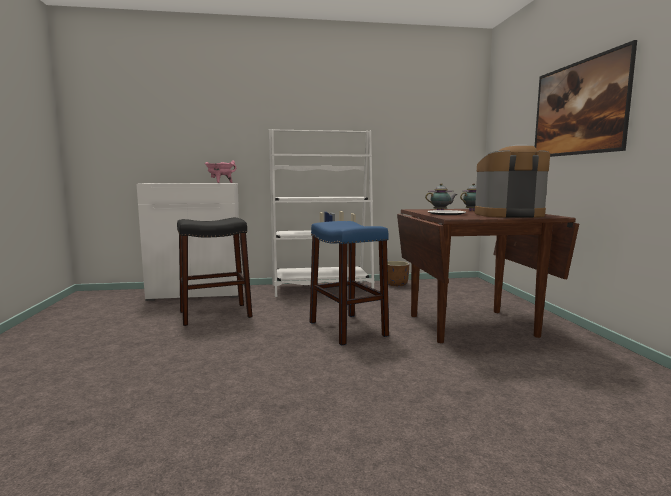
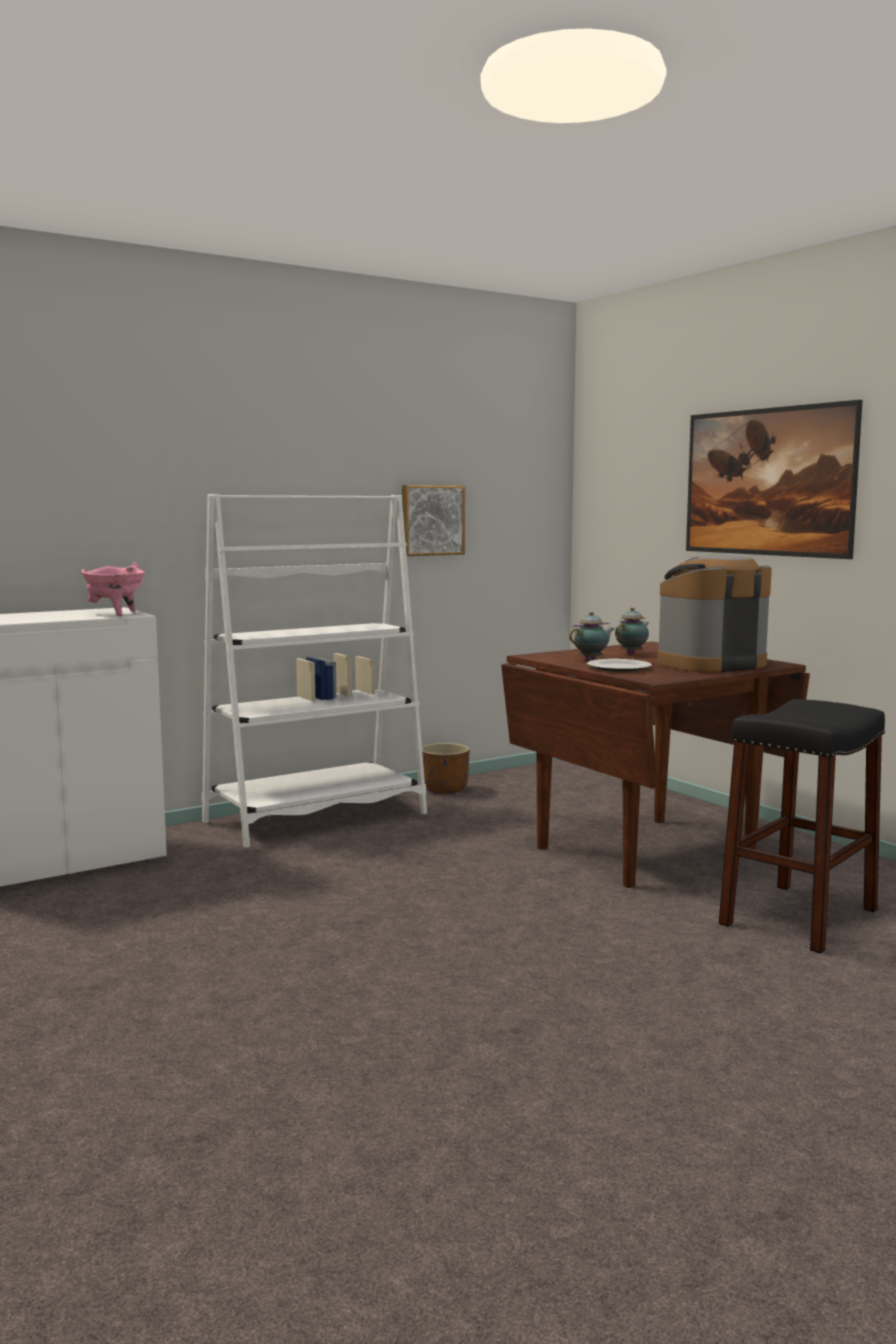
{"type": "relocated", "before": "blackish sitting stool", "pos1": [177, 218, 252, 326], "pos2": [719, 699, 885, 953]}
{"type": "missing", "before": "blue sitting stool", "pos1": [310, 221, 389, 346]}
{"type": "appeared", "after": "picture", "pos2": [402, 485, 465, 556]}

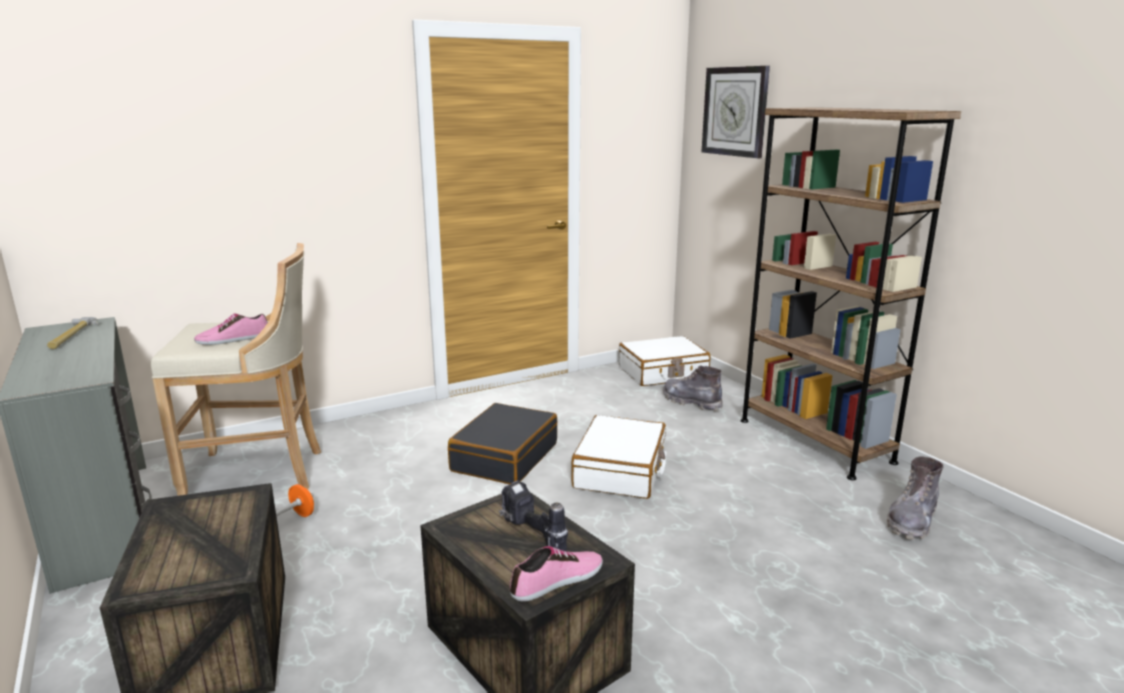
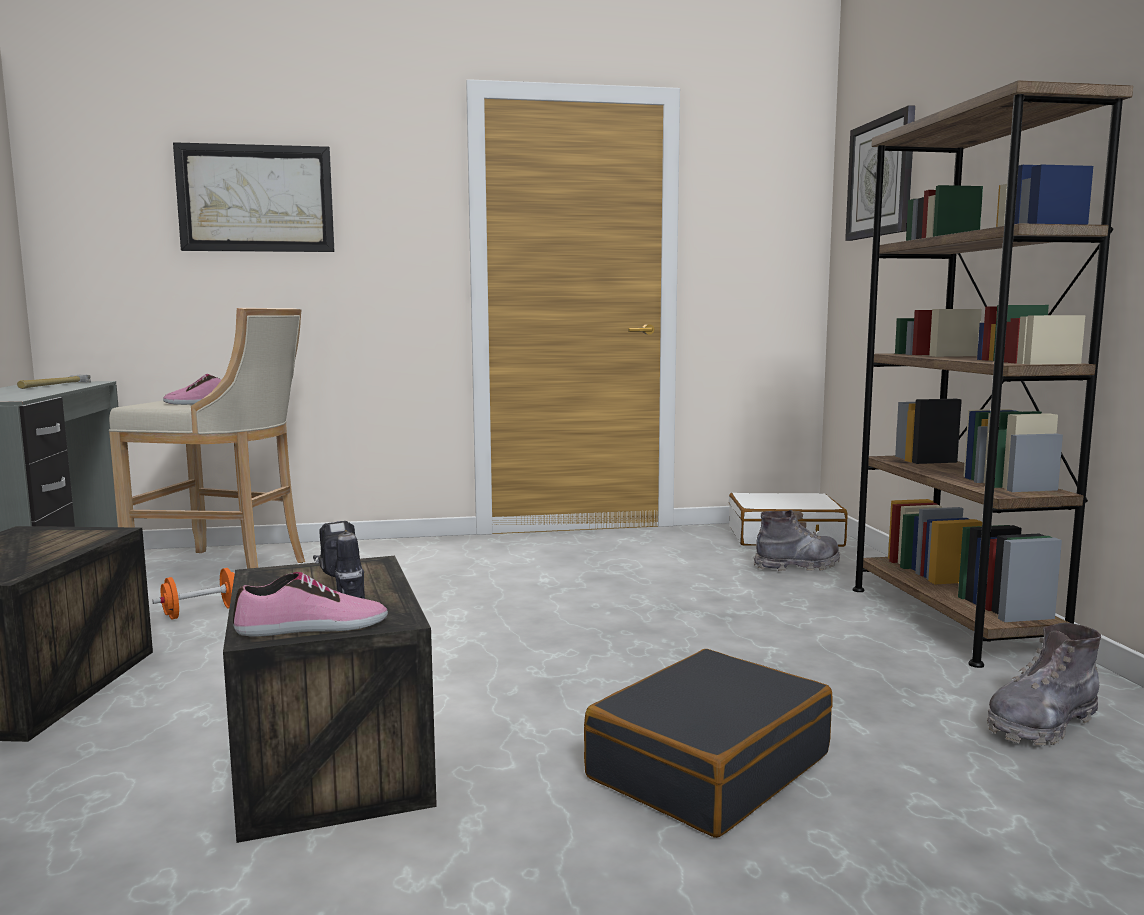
{"type": "spun", "before": "gray boot", "pos1": [662, 365, 723, 411], "pos2": [753, 510, 840, 571], "turn": 105}
{"type": "relocated", "before": "blackish travel case", "pos1": [448, 403, 557, 484], "pos2": [584, 649, 833, 838]}
{"type": "missing", "before": "white-coloured travel case", "pos1": [571, 415, 666, 499]}
{"type": "appeared", "after": "picture", "pos2": [173, 142, 335, 252]}

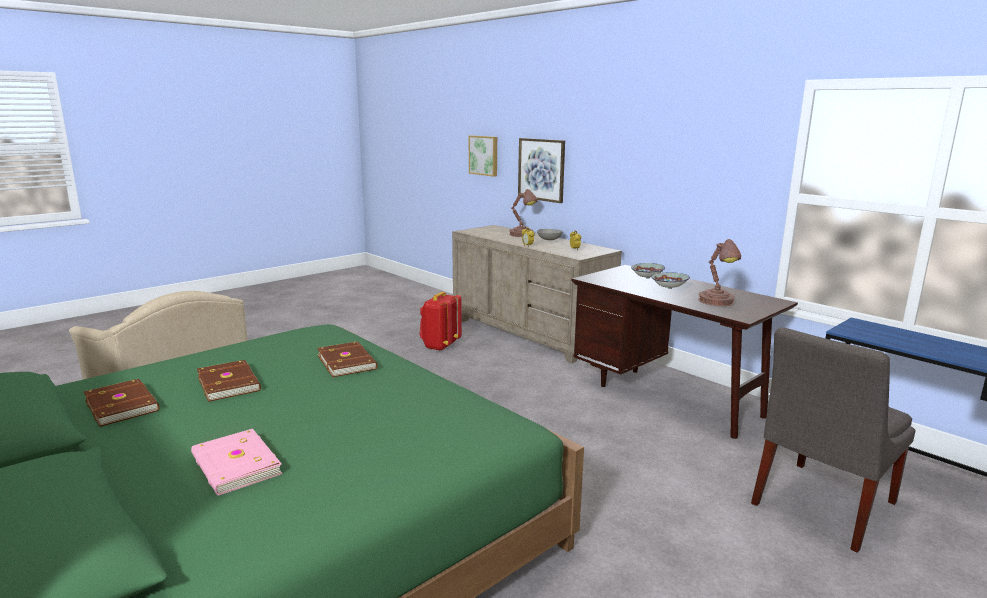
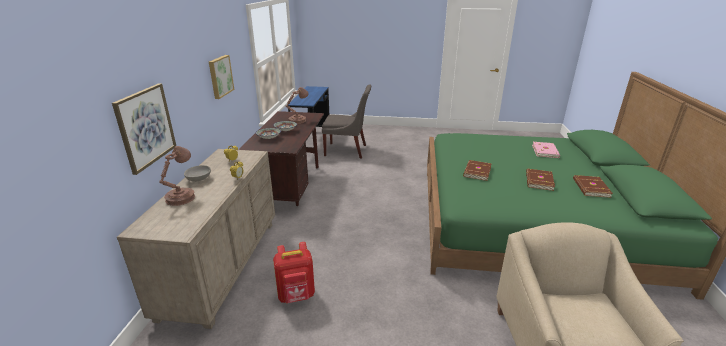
{"type": "relocated", "before": "picture", "pos1": [469, 136, 497, 177], "pos2": [209, 55, 234, 99]}

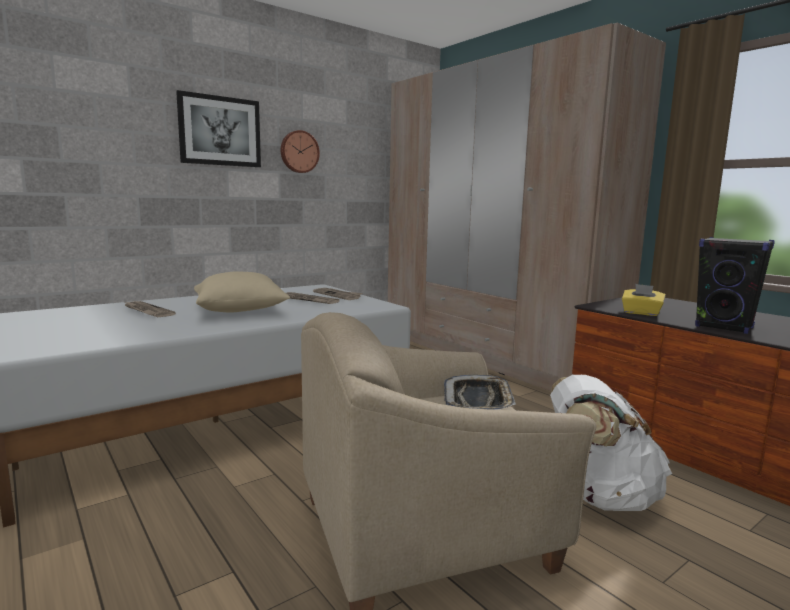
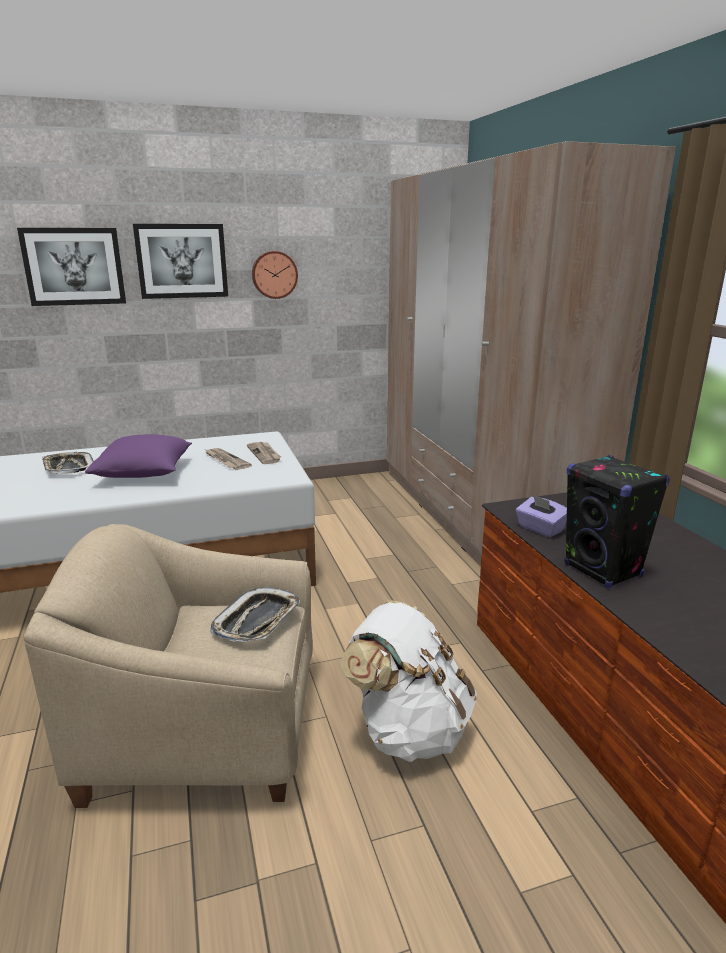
{"type": "colour", "before": "sand-coloured throw pillow", "after": "purple throw pillow", "pos1": [194, 271, 290, 313], "pos2": [85, 434, 192, 478]}
{"type": "colour", "before": "yellow tissue holder", "after": "purple tissue holder", "pos1": [622, 284, 665, 316], "pos2": [516, 494, 567, 537]}
{"type": "exchanged", "before": "daily paper", "after": "serving tray", "pos1": [125, 301, 176, 317], "pos2": [42, 452, 94, 474]}
{"type": "appeared", "after": "picture", "pos2": [17, 228, 126, 306]}

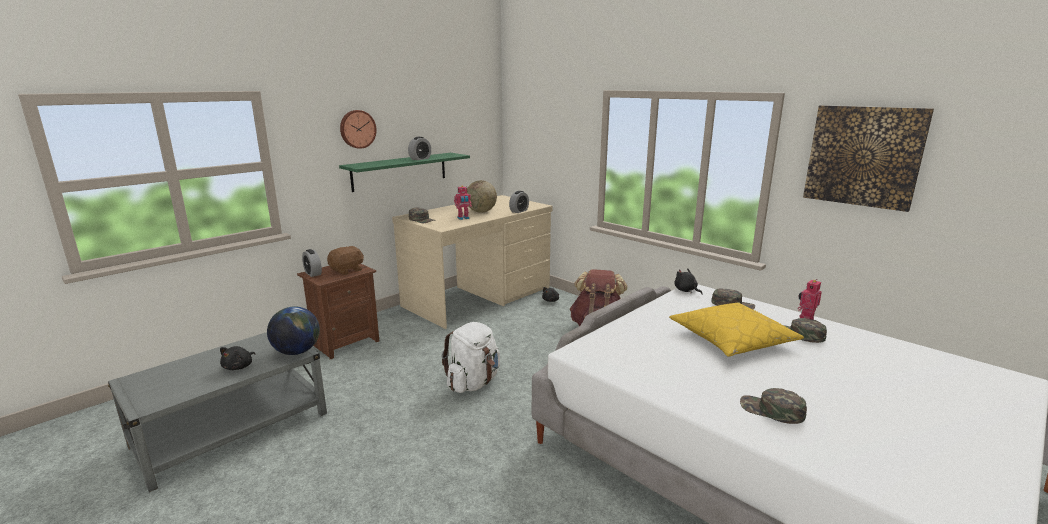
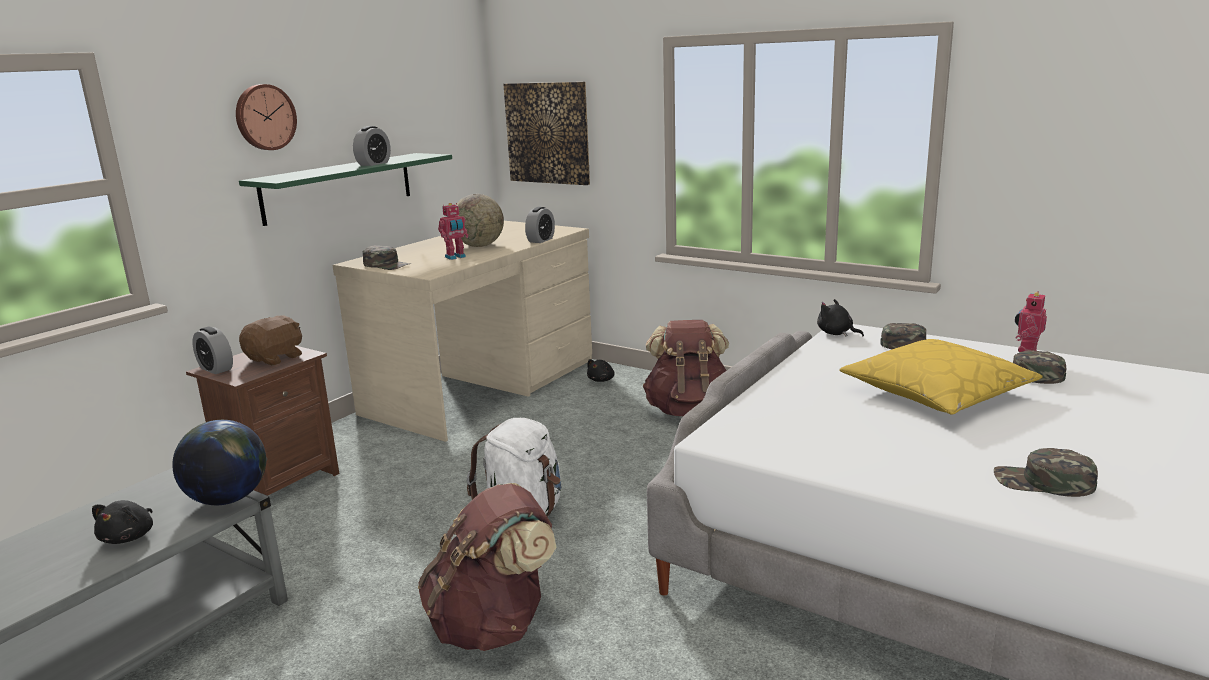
{"type": "relocated", "before": "picture", "pos1": [803, 105, 934, 212], "pos2": [503, 82, 590, 185]}
{"type": "appeared", "after": "brown-coloured knapsack", "pos2": [418, 483, 557, 651]}

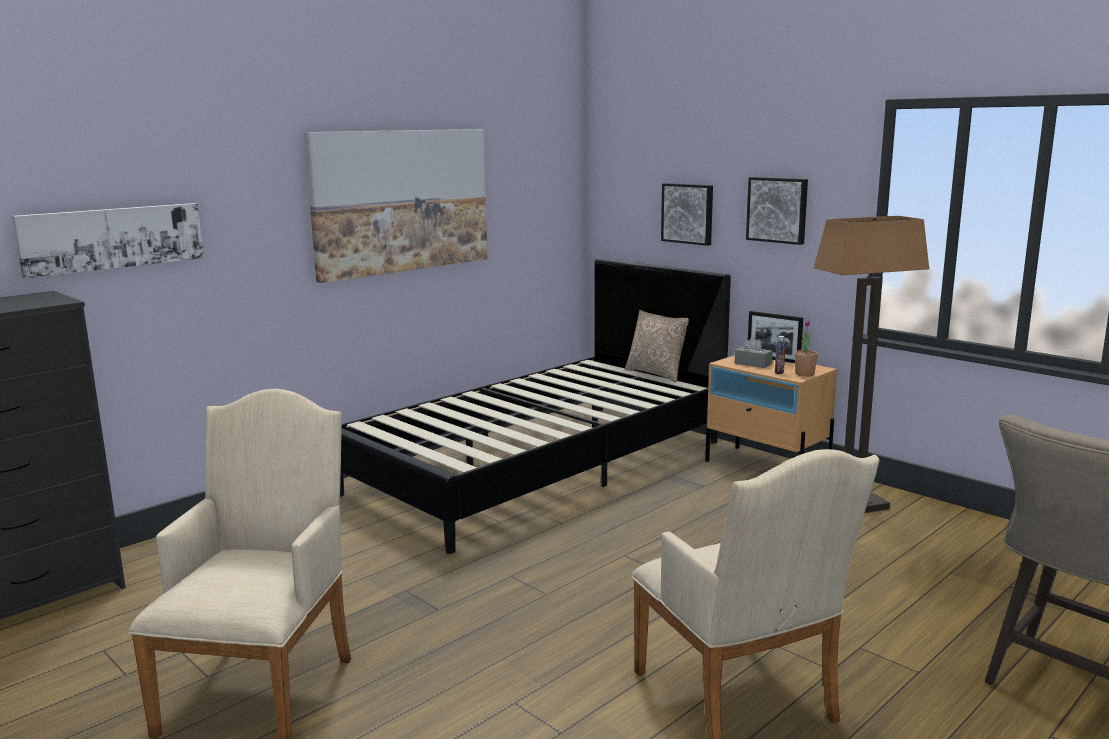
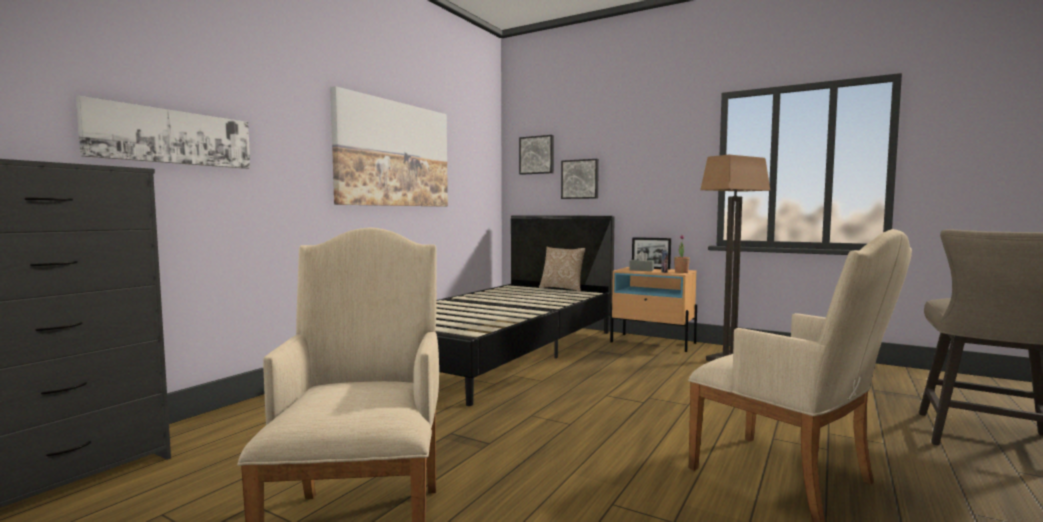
{"type": "relocated", "before": "picture", "pos1": [746, 177, 808, 245], "pos2": [519, 135, 554, 175]}

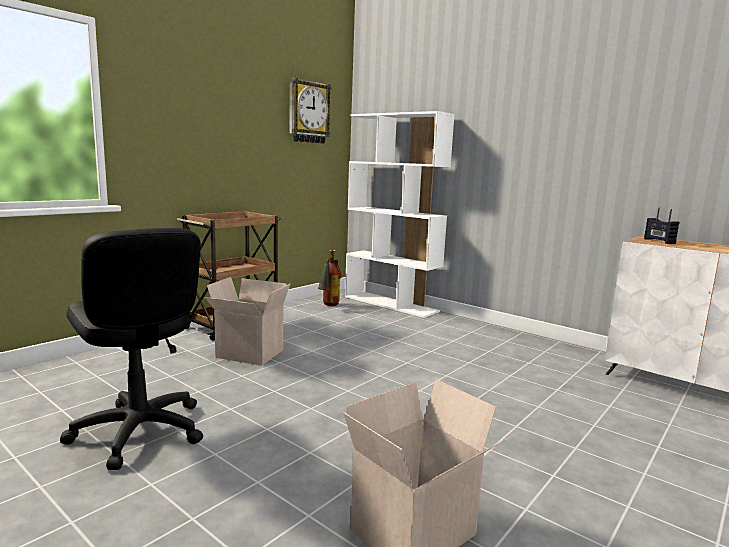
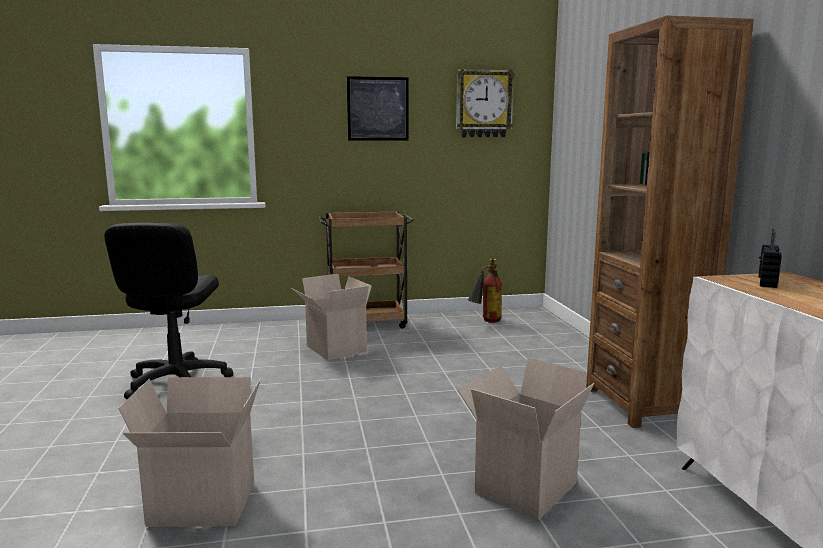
{"type": "missing", "before": "white-coloured shelving unit", "pos1": [345, 111, 455, 318]}
{"type": "appeared", "after": "brown-coloured shelving unit", "pos2": [586, 15, 753, 428]}
{"type": "appeared", "after": "picture", "pos2": [347, 76, 408, 141]}
{"type": "appeared", "after": "packing box", "pos2": [457, 358, 594, 520]}

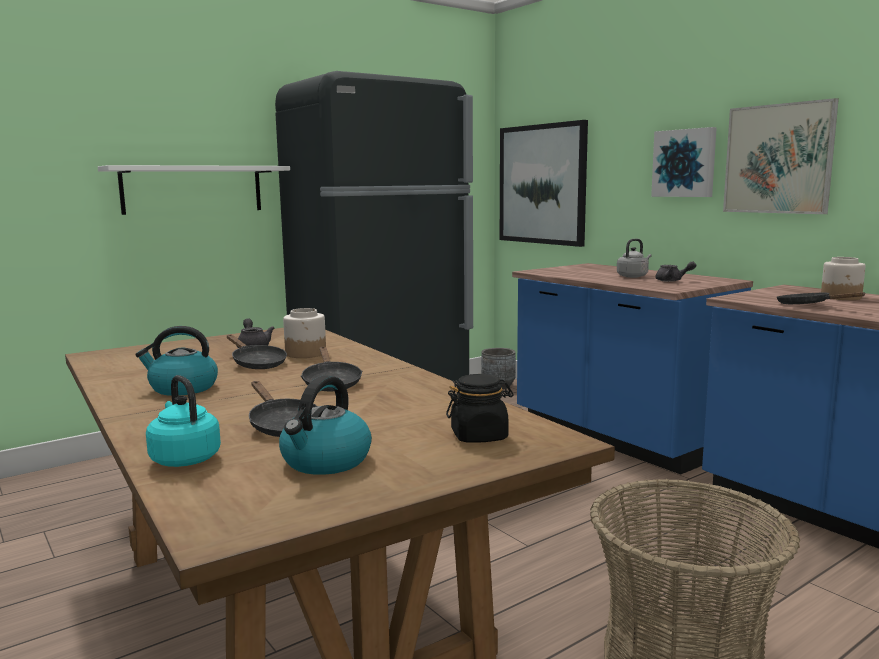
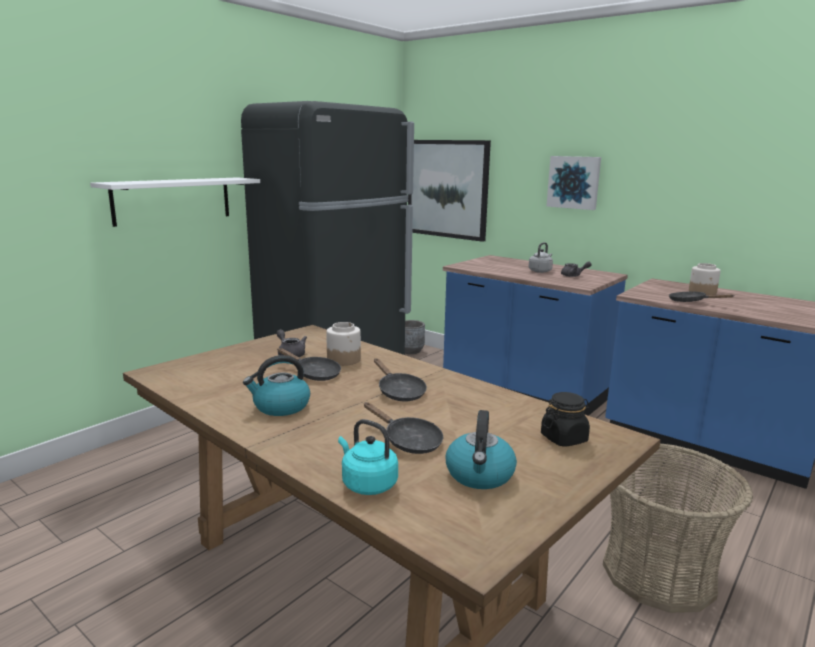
{"type": "missing", "before": "picture", "pos1": [723, 98, 839, 214]}

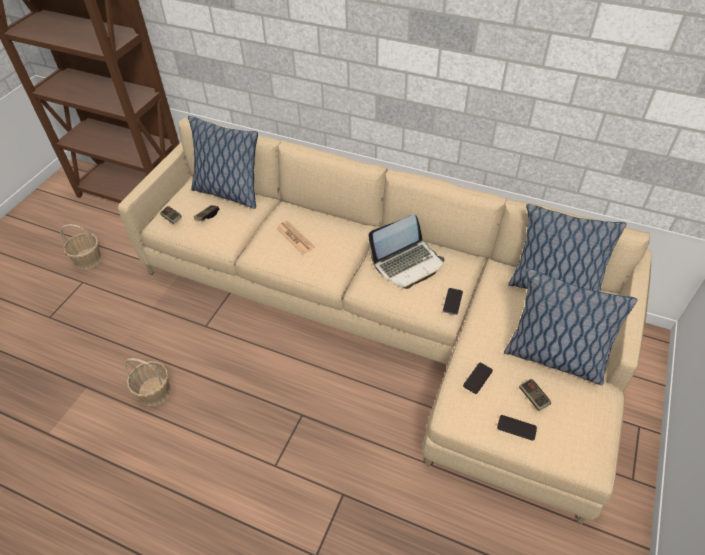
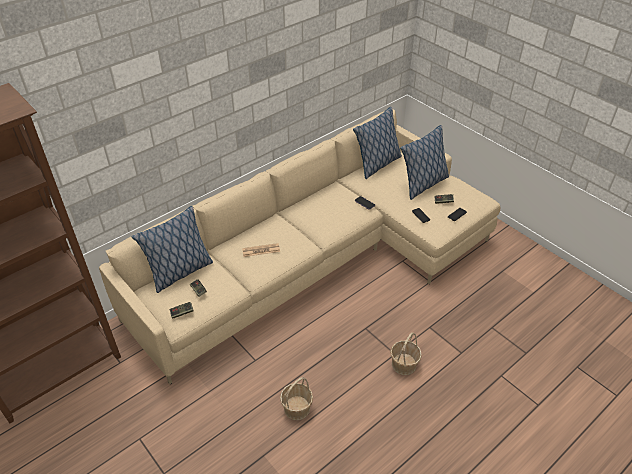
{"type": "missing", "before": "laptop", "pos1": [368, 214, 444, 289]}
{"type": "relocated", "before": "basket", "pos1": [60, 224, 102, 270], "pos2": [390, 332, 422, 375]}

